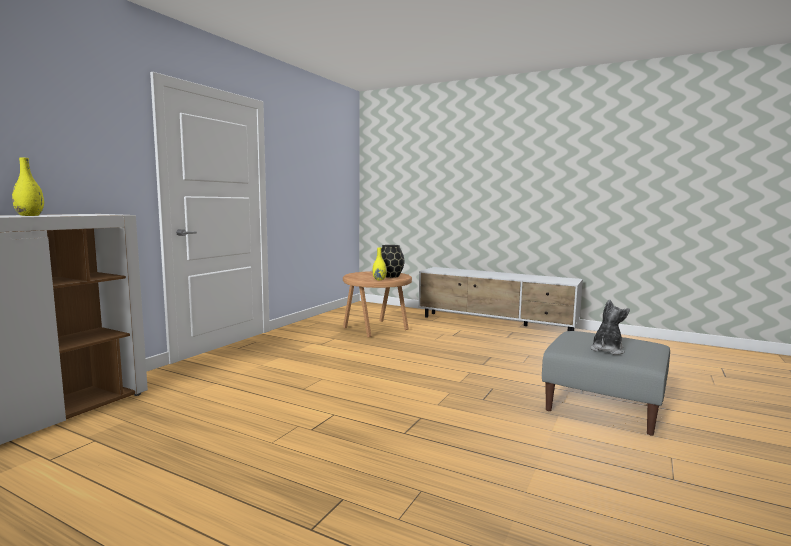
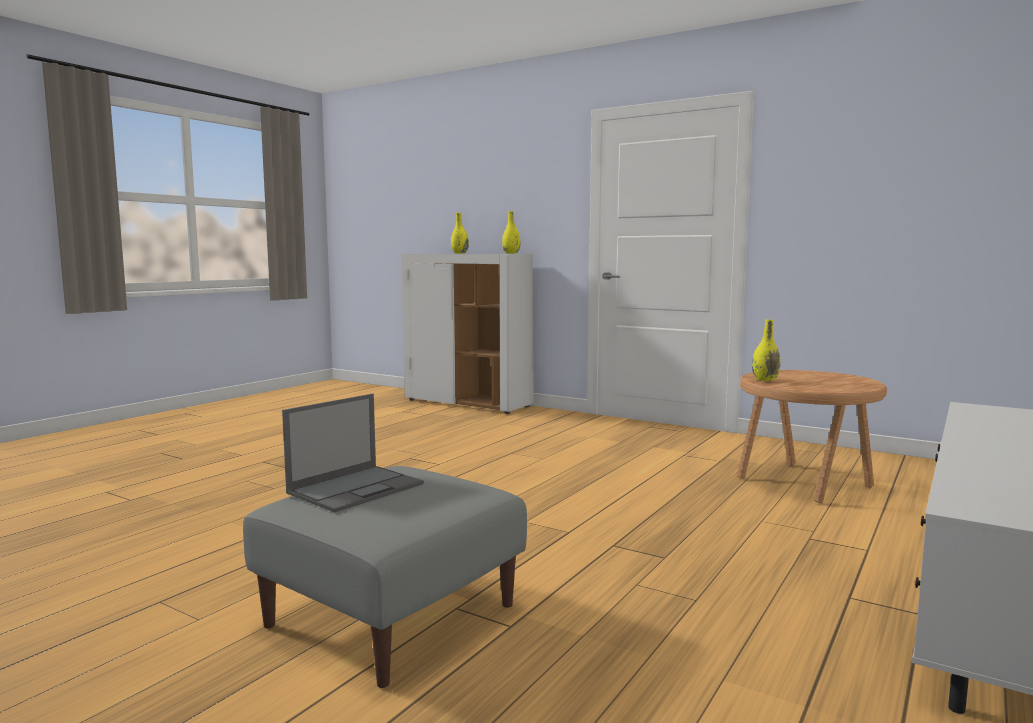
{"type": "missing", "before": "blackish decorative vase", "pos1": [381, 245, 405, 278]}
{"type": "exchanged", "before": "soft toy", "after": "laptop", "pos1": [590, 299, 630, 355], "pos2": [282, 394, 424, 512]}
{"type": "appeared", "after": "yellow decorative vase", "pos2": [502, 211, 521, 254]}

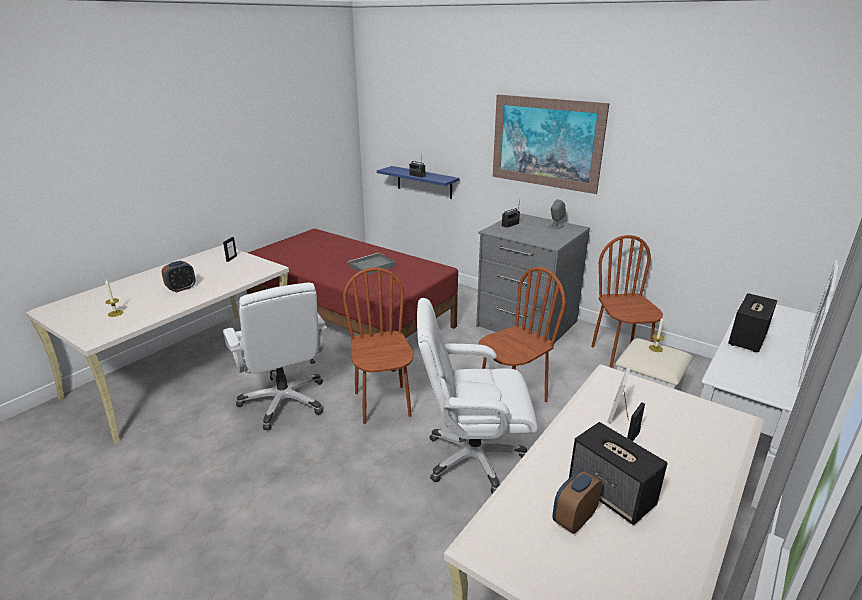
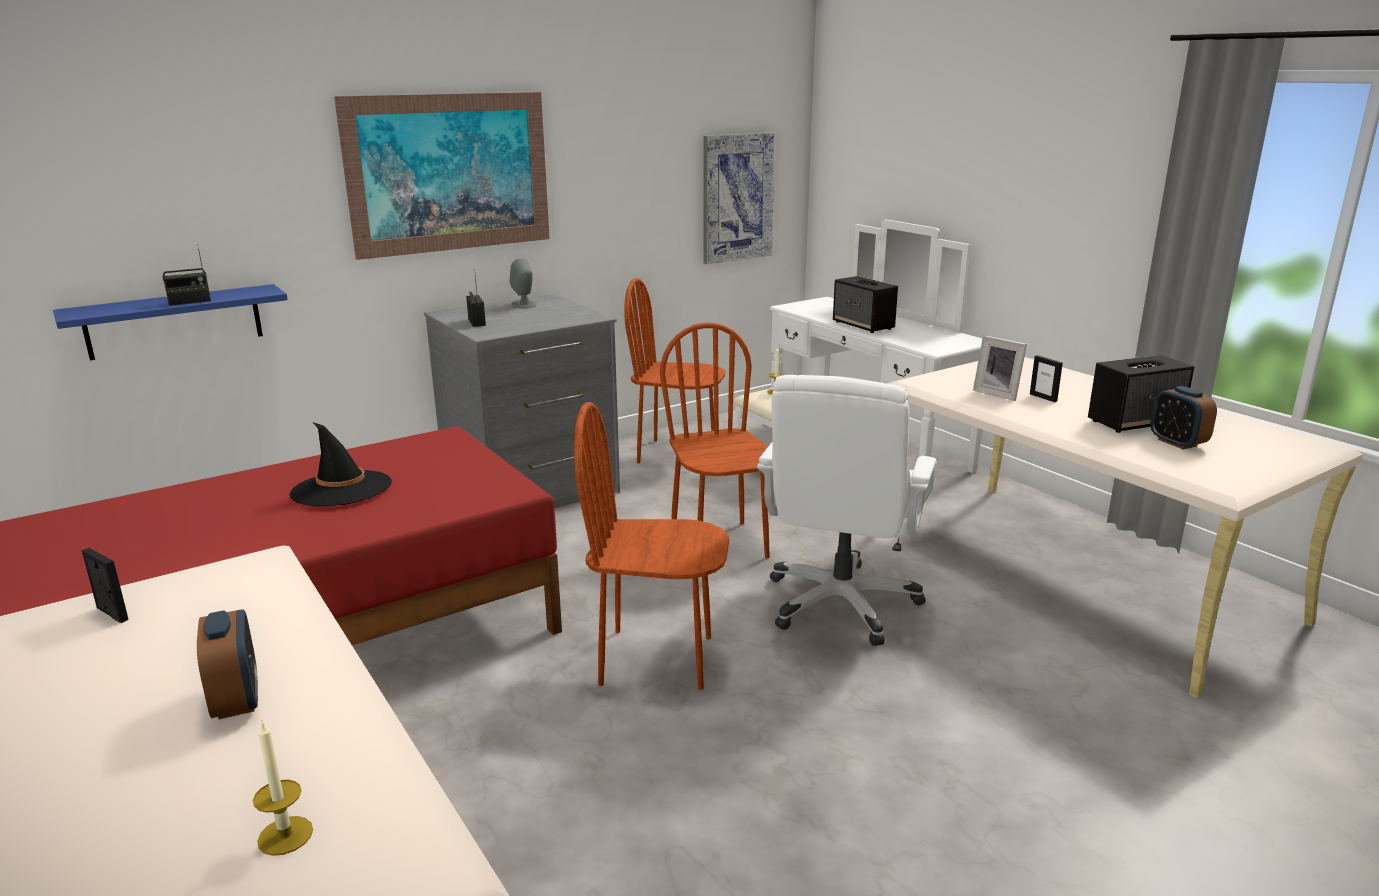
{"type": "exchanged", "before": "gray serving tray", "after": "blackish wearable hat", "pos1": [348, 253, 396, 275], "pos2": [289, 422, 392, 506]}
{"type": "missing", "before": "white-coloured office chair", "pos1": [223, 283, 327, 430]}
{"type": "appeared", "after": "picture", "pos2": [704, 132, 775, 264]}

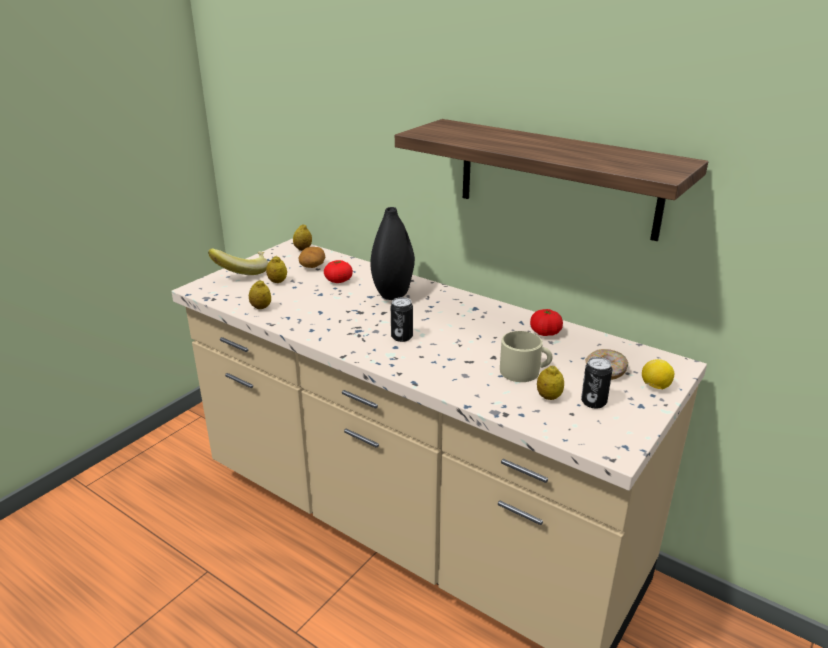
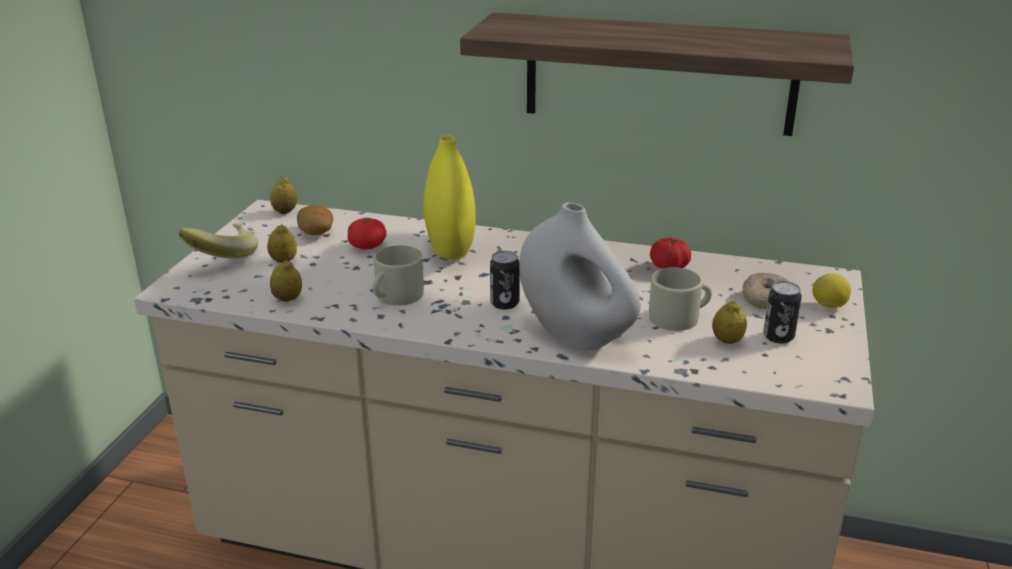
{"type": "colour", "before": "blackish decorative vase", "after": "yellow decorative vase", "pos1": [371, 207, 415, 300], "pos2": [423, 135, 476, 260]}
{"type": "appeared", "after": "white-coloured decorative vase", "pos2": [519, 202, 641, 351]}
{"type": "appeared", "after": "sand-coloured tea mug", "pos2": [373, 245, 424, 306]}

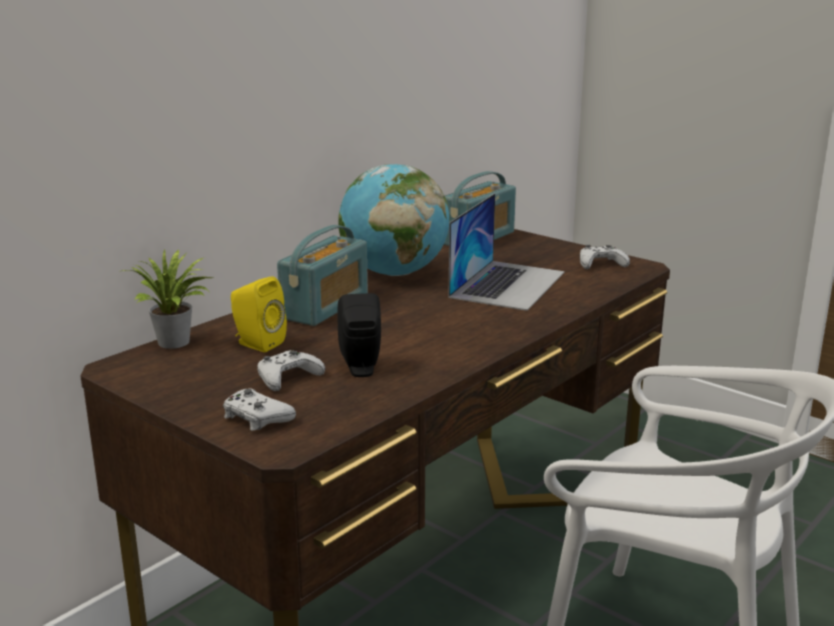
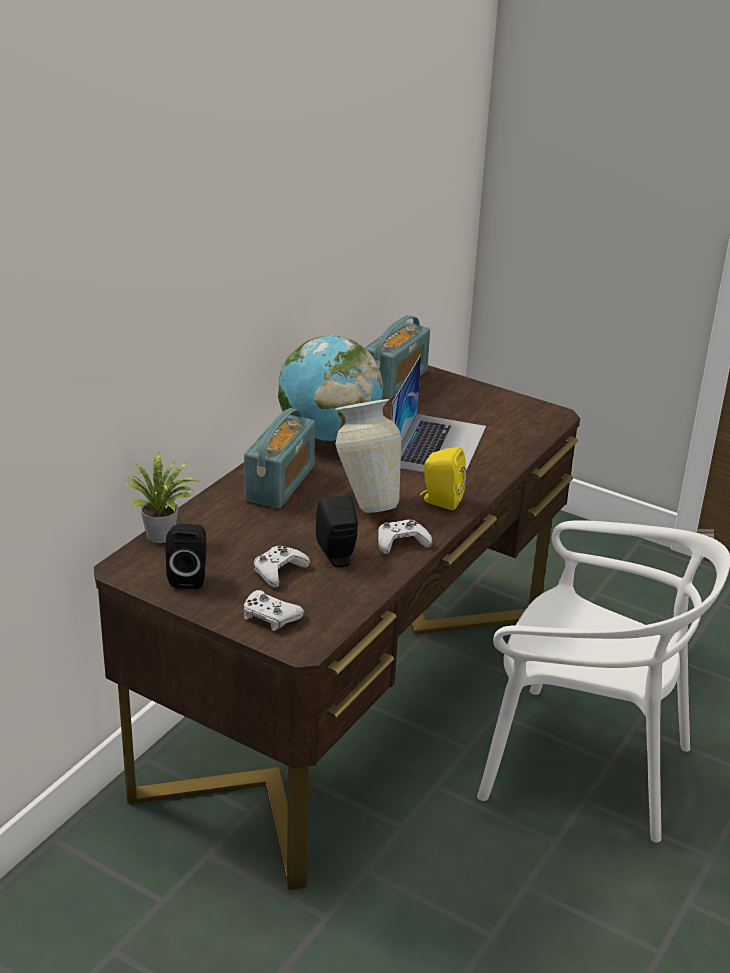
{"type": "relocated", "before": "white-coloured joypad", "pos1": [580, 245, 630, 269], "pos2": [378, 520, 433, 554]}
{"type": "relocated", "before": "yellow speaker", "pos1": [231, 276, 287, 352], "pos2": [420, 447, 467, 510]}
{"type": "appeared", "after": "decorative vase", "pos2": [334, 399, 401, 513]}
{"type": "appeared", "after": "blackish speaker", "pos2": [165, 524, 206, 589]}

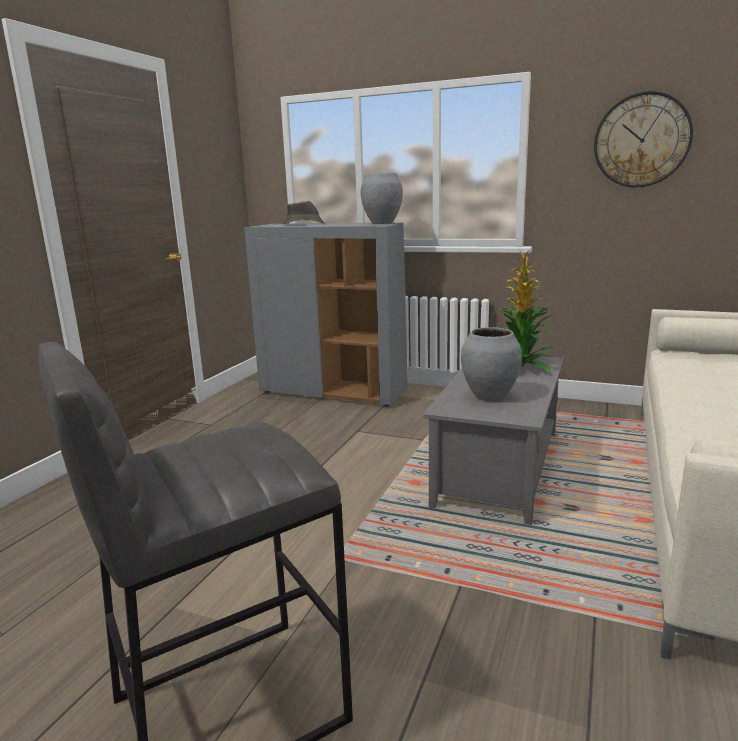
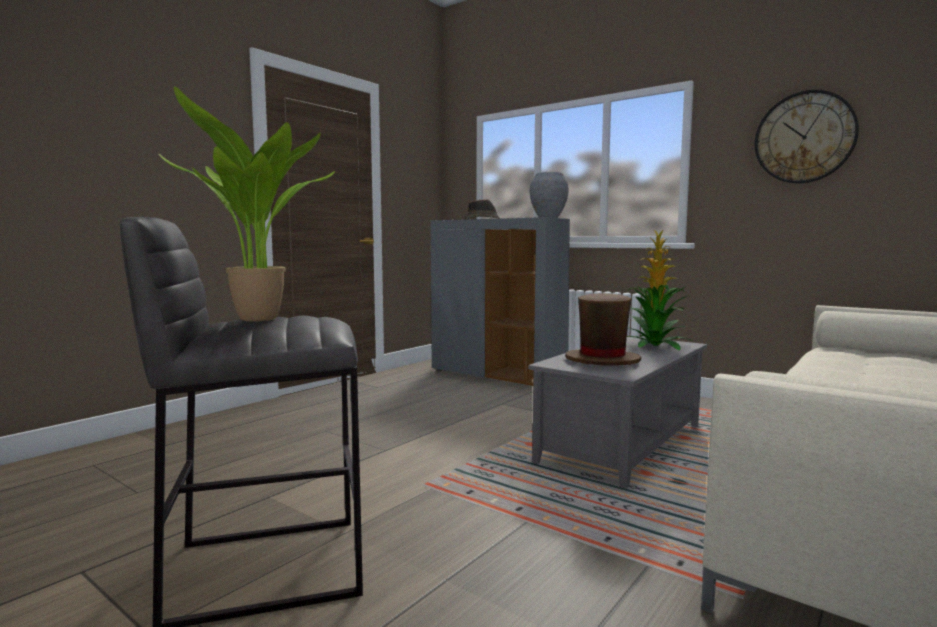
{"type": "exchanged", "before": "gray decorative vase", "after": "brown-coloured wearable hat", "pos1": [461, 327, 522, 401], "pos2": [565, 293, 641, 366]}
{"type": "appeared", "after": "houseplant", "pos2": [158, 86, 335, 322]}

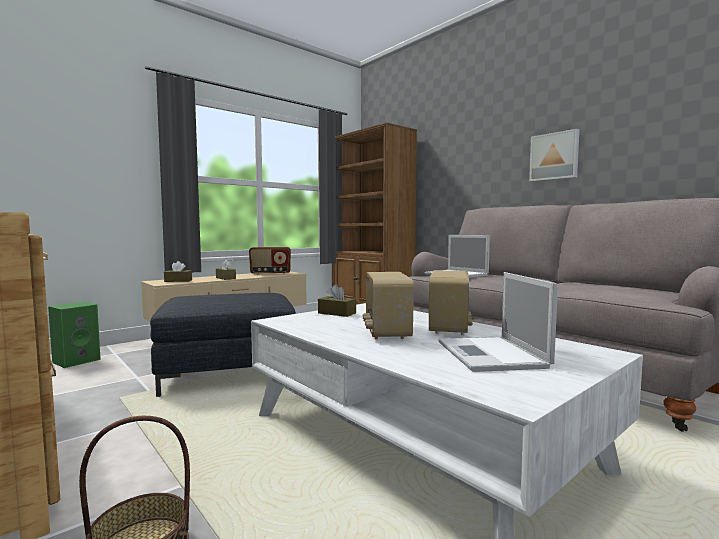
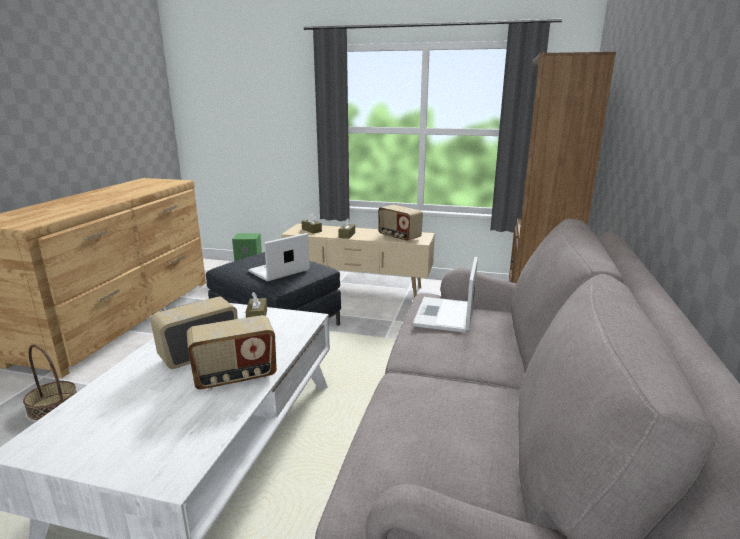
{"type": "missing", "before": "picture", "pos1": [529, 129, 579, 182]}
{"type": "relocated", "before": "laptop", "pos1": [438, 272, 558, 372], "pos2": [248, 233, 310, 282]}

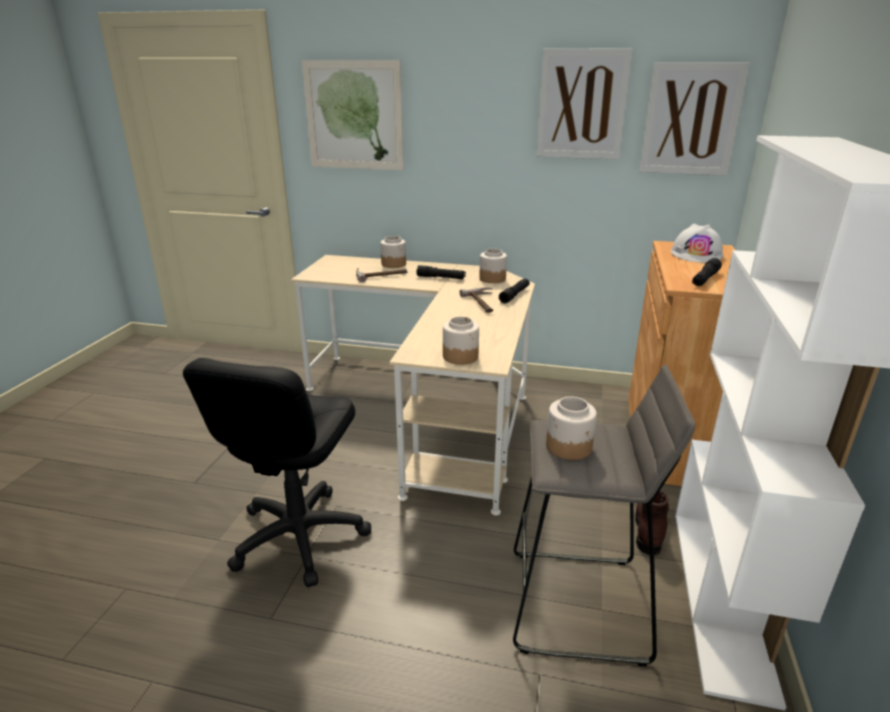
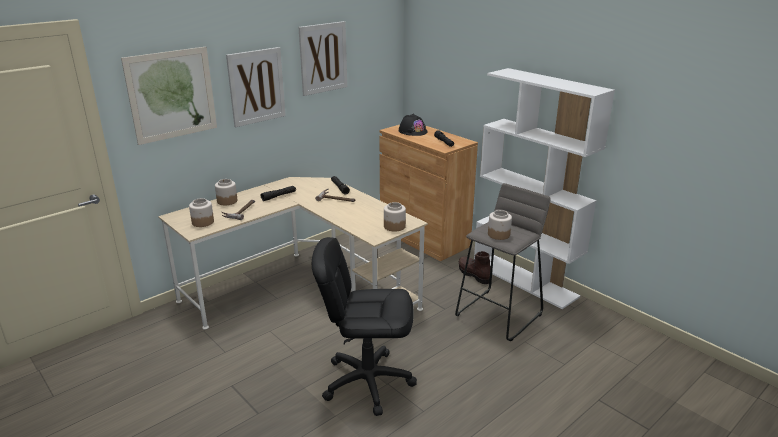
{"type": "relocated", "before": "picture", "pos1": [639, 62, 750, 176], "pos2": [226, 47, 286, 127]}
{"type": "colour", "before": "white-coloured safety helmet", "after": "blackish safety helmet", "pos1": [671, 224, 723, 263], "pos2": [399, 114, 428, 136]}
{"type": "relocated", "before": "jar", "pos1": [479, 249, 507, 283], "pos2": [189, 198, 214, 227]}
{"type": "spun", "before": "blackish office chair", "pos1": [183, 358, 371, 587], "pos2": [312, 237, 417, 416], "turn": 135}

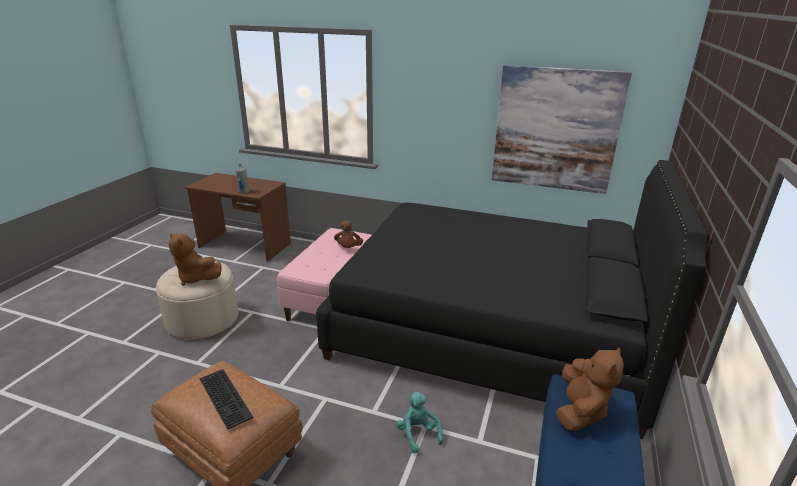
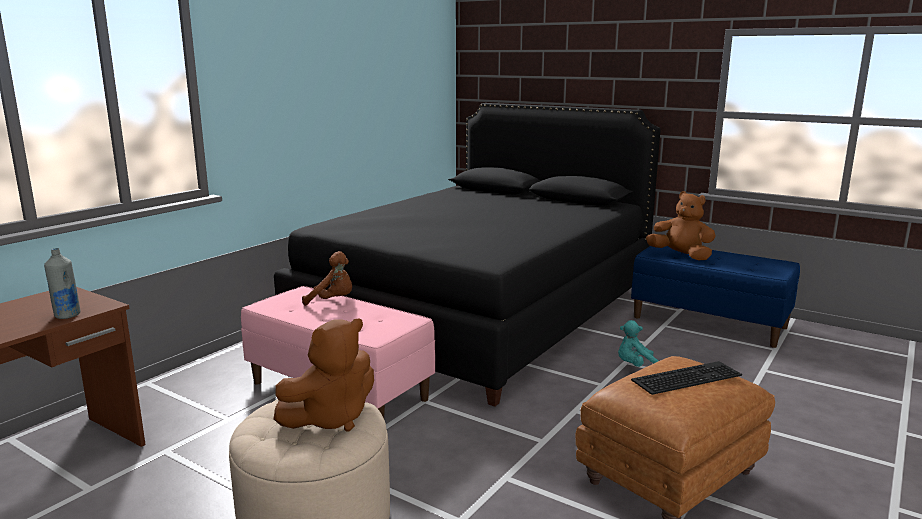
{"type": "missing", "before": "picture", "pos1": [492, 65, 632, 194]}

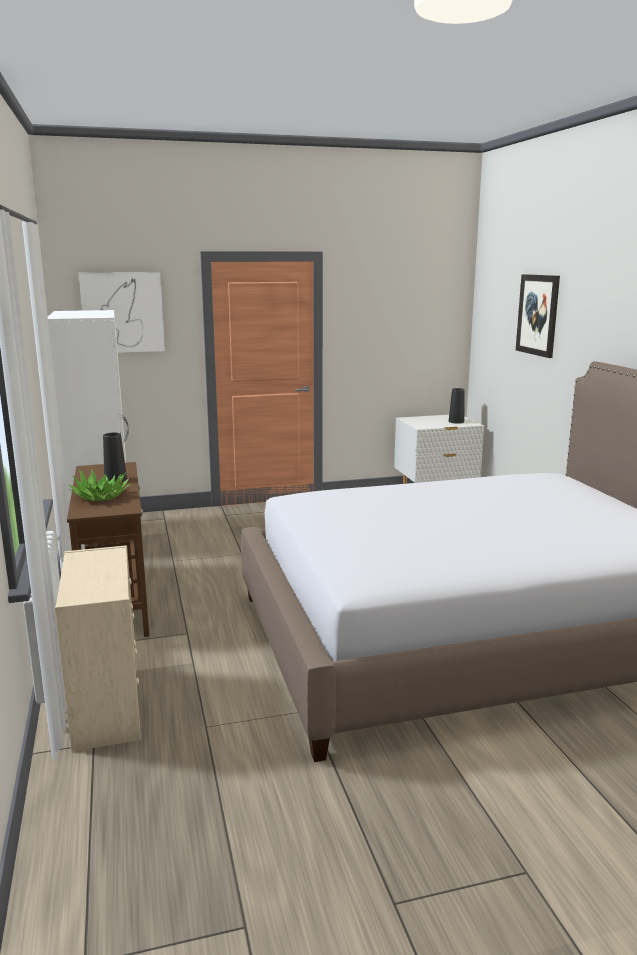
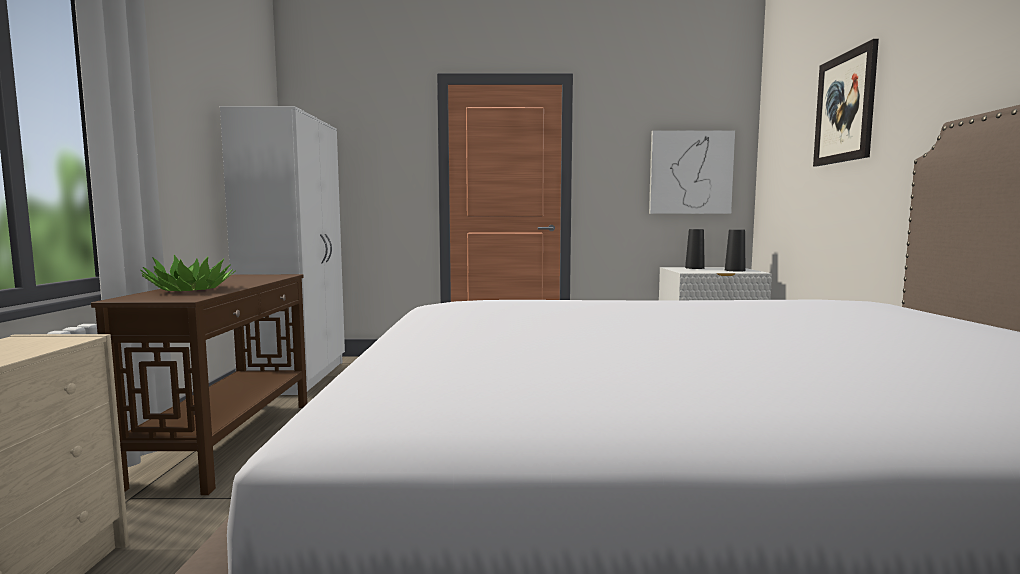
{"type": "relocated", "before": "picture", "pos1": [78, 272, 165, 353], "pos2": [649, 130, 735, 214]}
{"type": "relocated", "before": "blackish decorative vase", "pos1": [103, 433, 127, 482], "pos2": [685, 229, 705, 269]}

